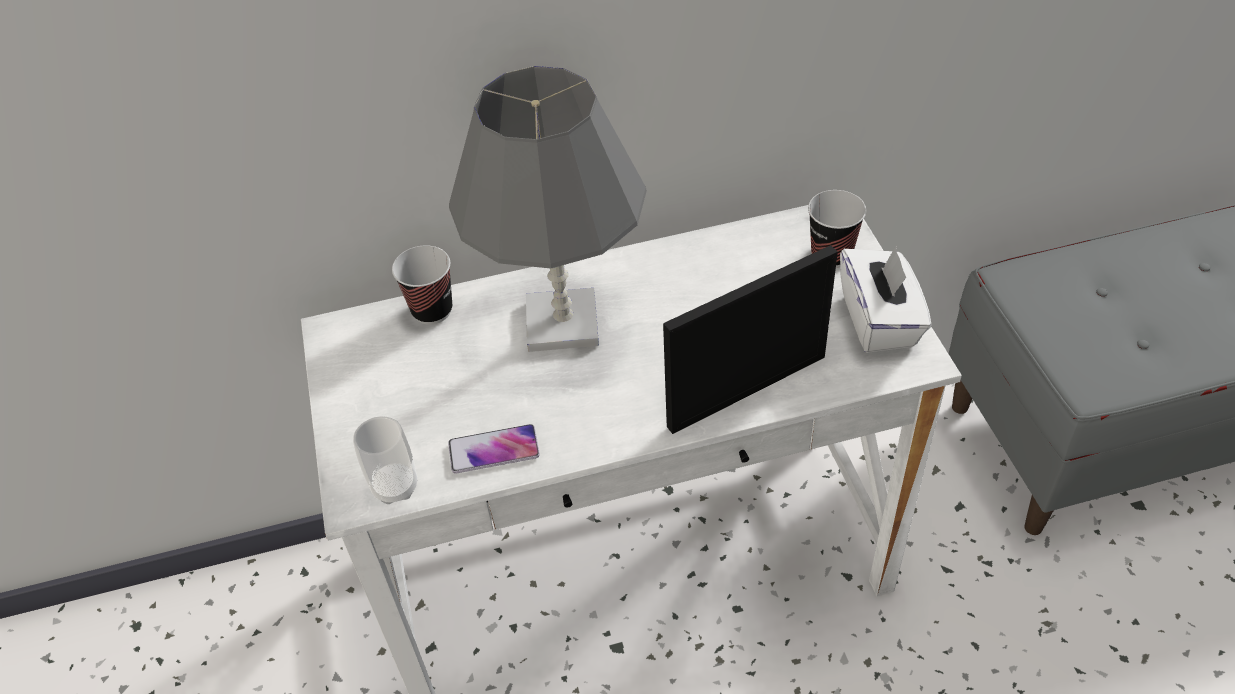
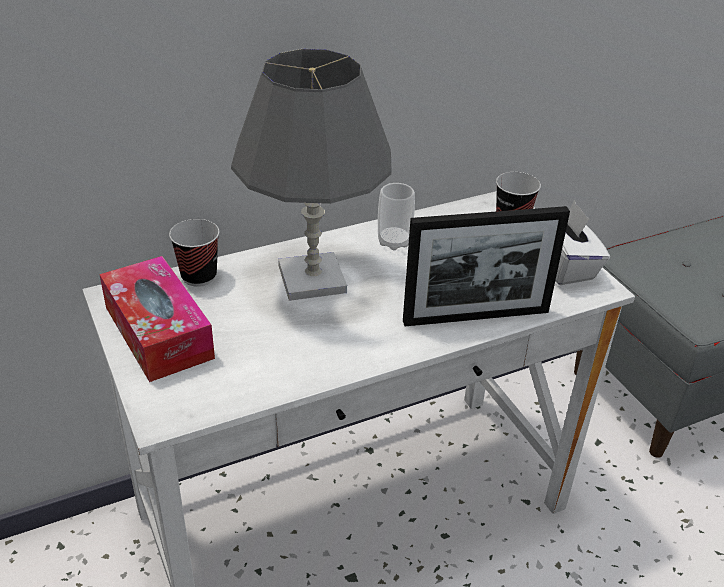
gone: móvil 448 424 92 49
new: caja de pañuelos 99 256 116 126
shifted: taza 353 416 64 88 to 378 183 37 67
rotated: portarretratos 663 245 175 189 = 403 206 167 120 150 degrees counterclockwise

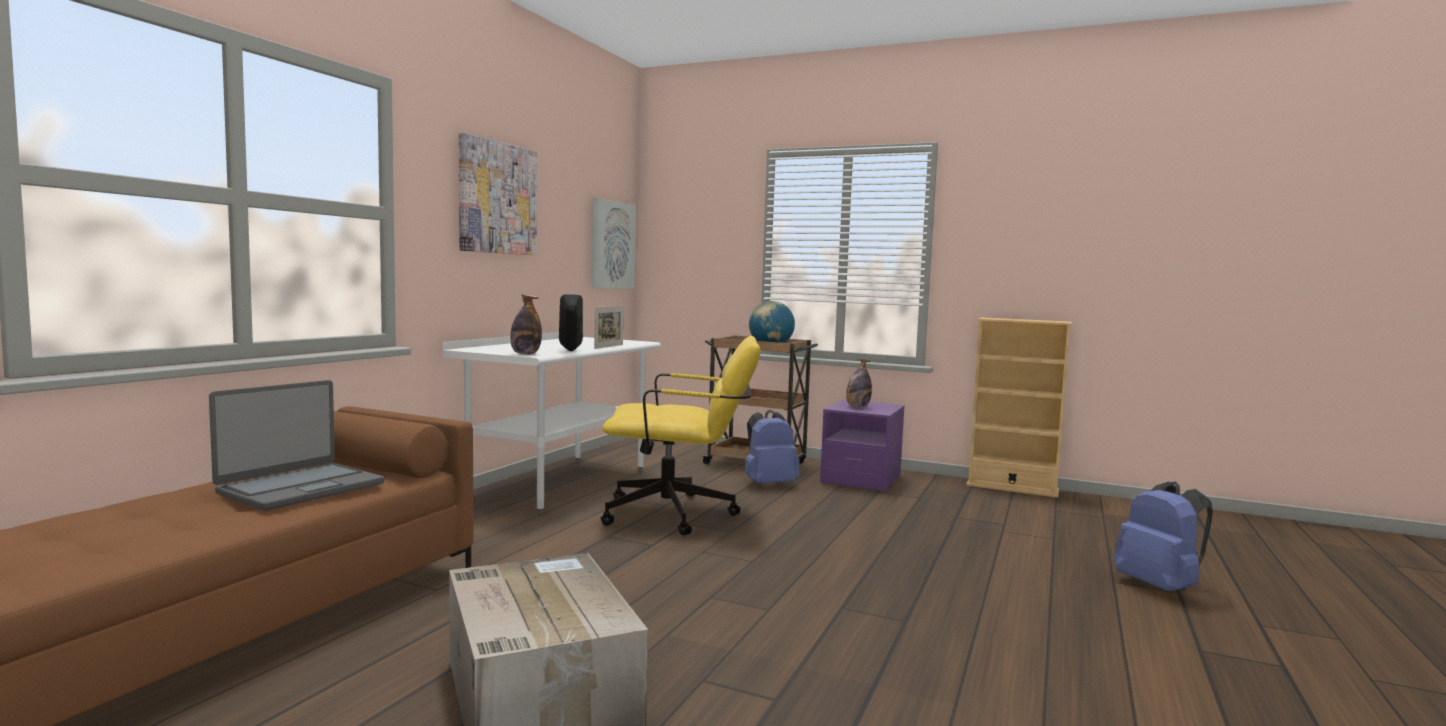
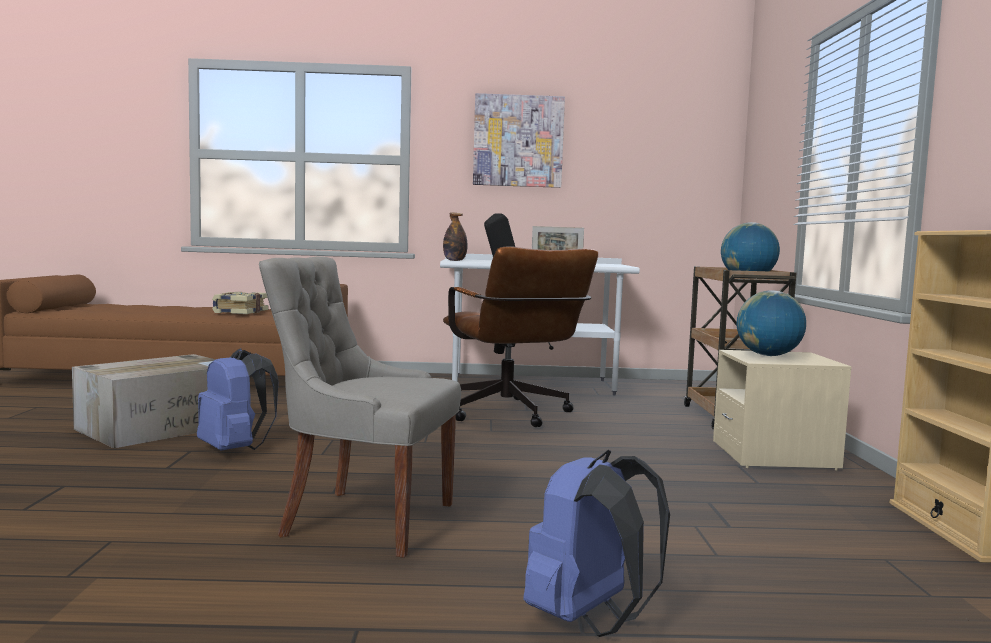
gone: cuadro 592 198 44 91
new: silla (gris) 259 256 202 302
shifted: mochila (azul) 745 410 55 73 to 197 348 82 102
swapped: botella 846 359 26 49 to globo terráqueo 737 290 69 66; portátil 209 380 175 131 to libro 212 292 56 22
repainted: silla de oficina (amarillo) 600 336 161 200 to silla de oficina (marrón) 443 246 155 181; mesita de noche (morado) 820 399 85 93 to mesita de noche (beis) 713 350 139 120

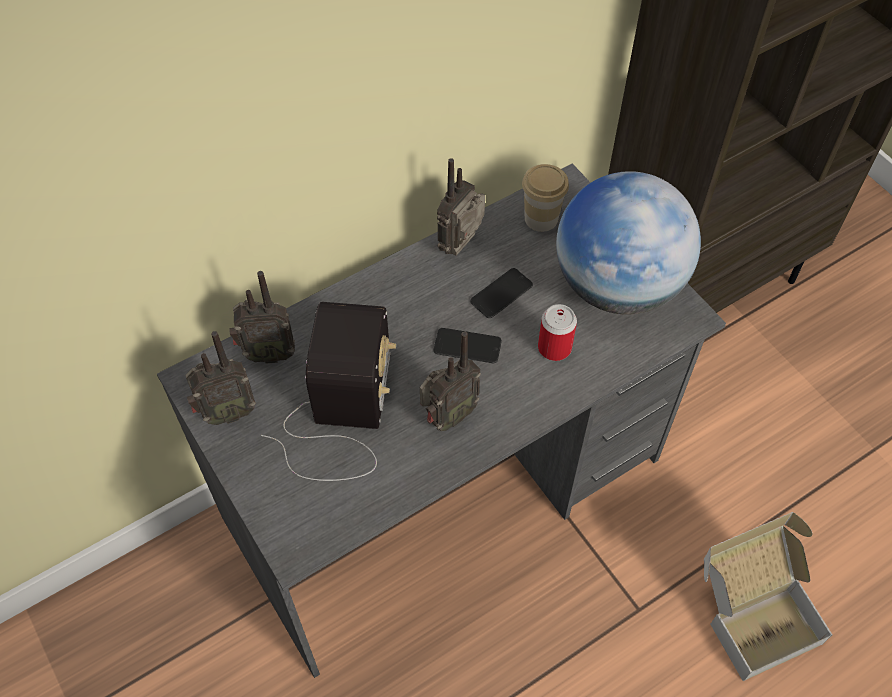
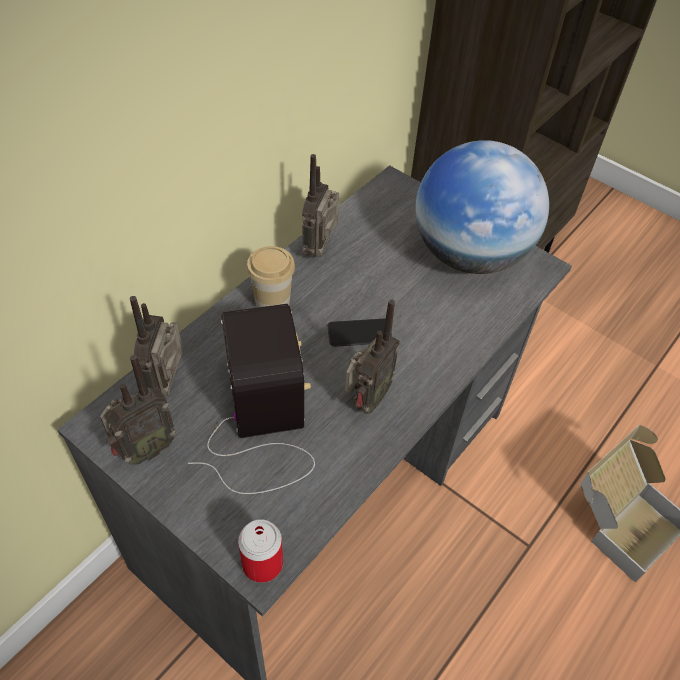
gone: móvil 470 268 63 50
shifted: taza 522 164 47 68 to 247 246 48 62; lata 538 304 39 57 to 238 519 45 64
rotated: radio 229 271 66 93 = 130 296 52 100 120 degrees clockwise

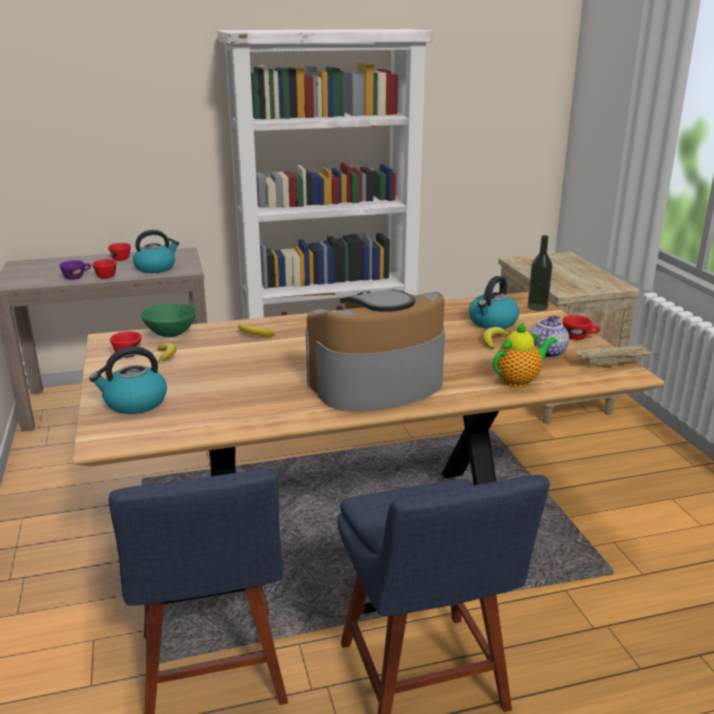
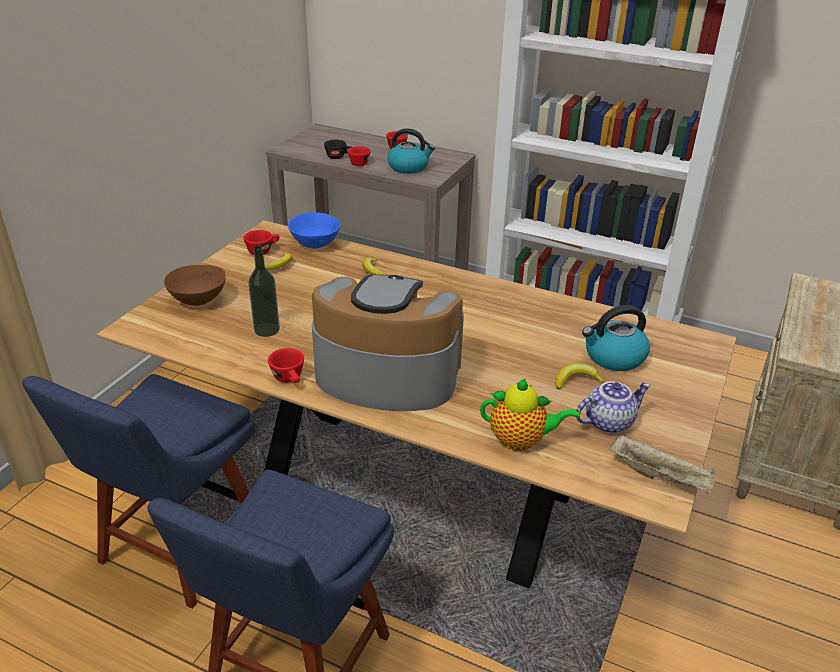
shifted: botella 528 235 24 76 to 248 245 32 92; taza (rojo) 562 315 39 25 to 268 348 36 35
swapped: hervidor 89 347 78 67 to cuenco (marrón) 164 265 62 41
repainted: taza (morado) 59 260 32 20 to taza (negro) 324 140 28 19; cuenco (verde) 141 304 56 33 to cuenco (azul) 288 212 53 37

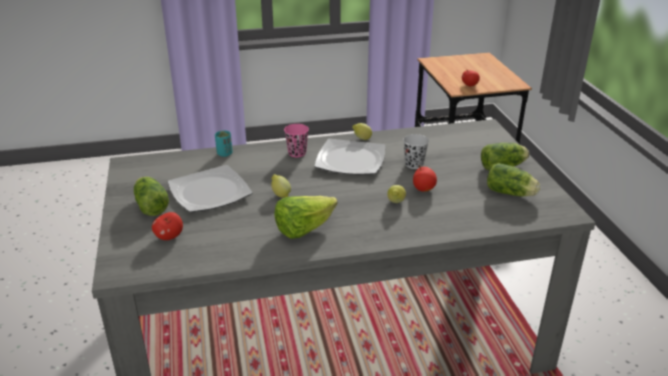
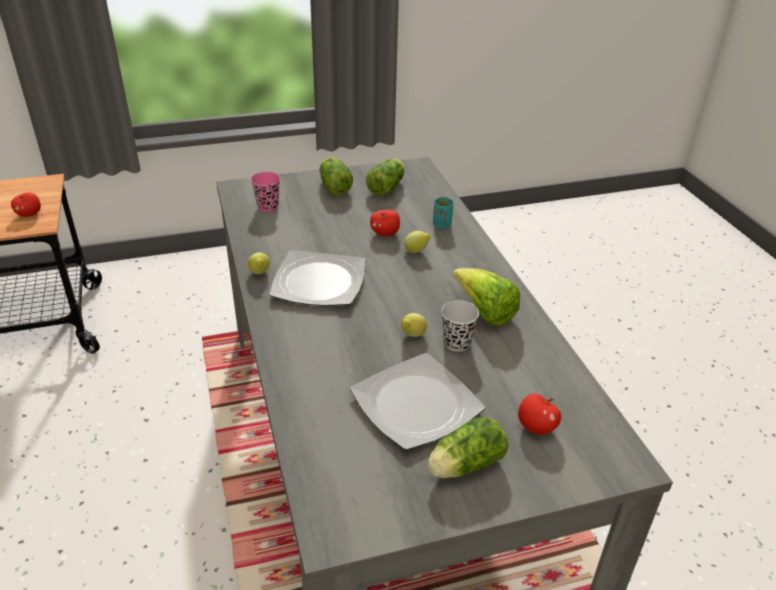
shifted: taza (rosa) 284 124 25 33 to 251 172 29 40; taza (turquesa) 215 130 18 27 to 433 197 20 32; taza (negro) 403 134 26 35 to 442 301 37 51

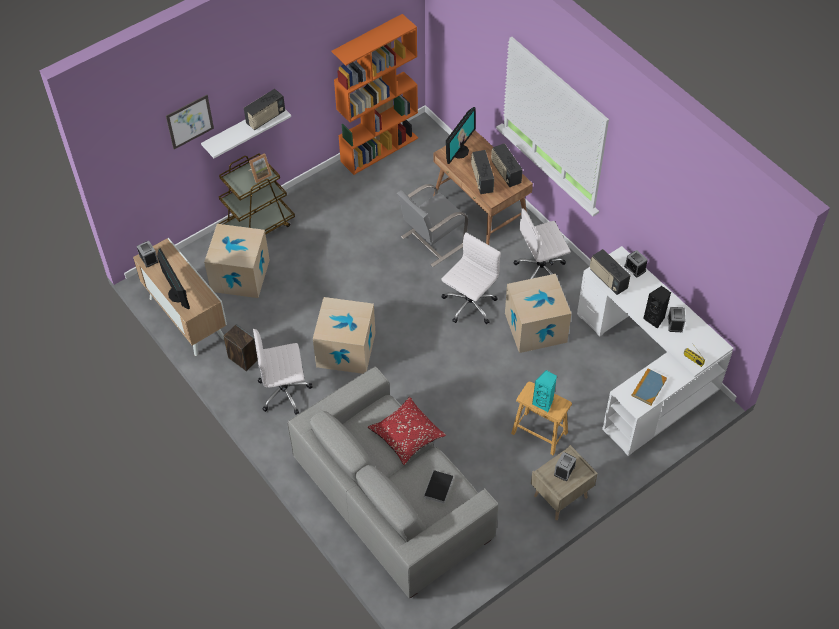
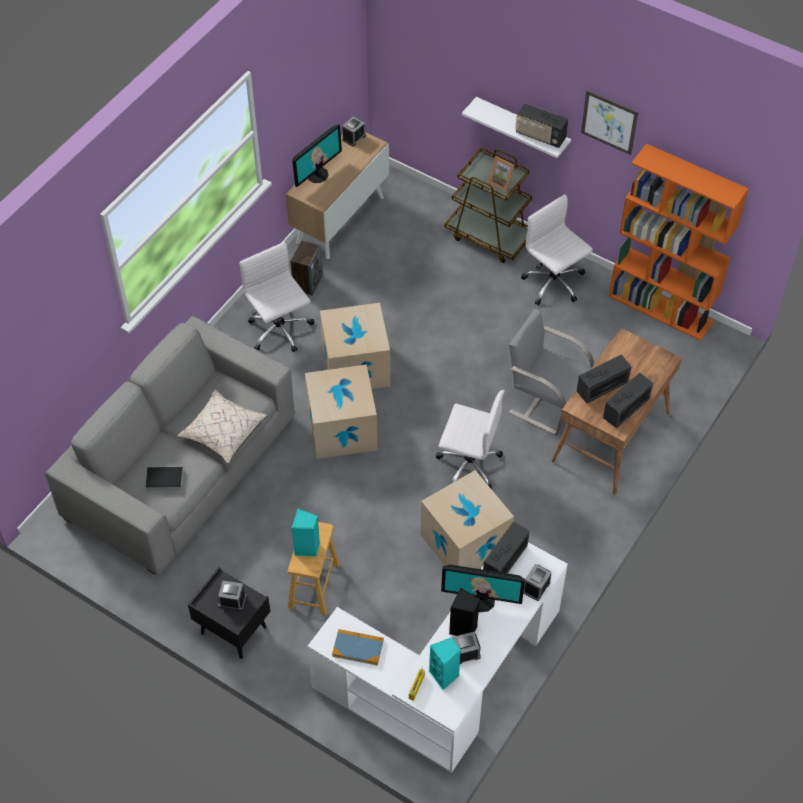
new: altavoz (turquesa) 429 637 32 53
shifted: cuadro 166 95 48 54 to 581 90 57 65; monitor 446 107 30 57 to 441 565 84 47; silla de oficina (blanco) 514 208 57 71 to 521 194 72 111; caja de cartón 204 224 66 74 to 305 364 73 95
repainted: cojín (rojo) 368 397 78 68 to cojín (beis) 177 389 91 74; mesita de noche (beis) 531 445 67 75 to mesita de noche (negro) 188 567 83 92

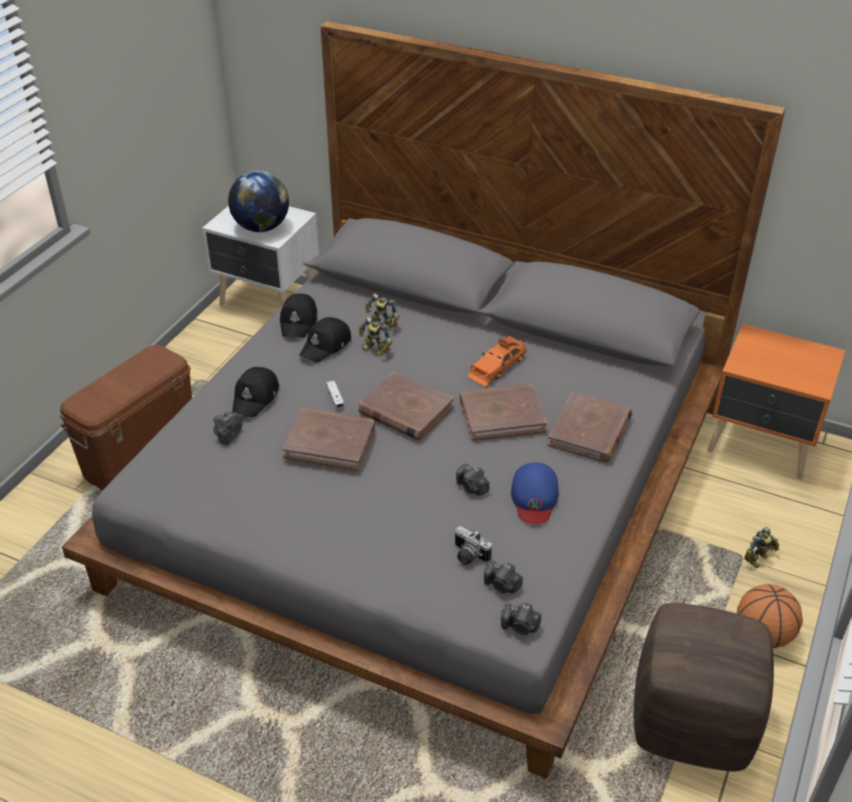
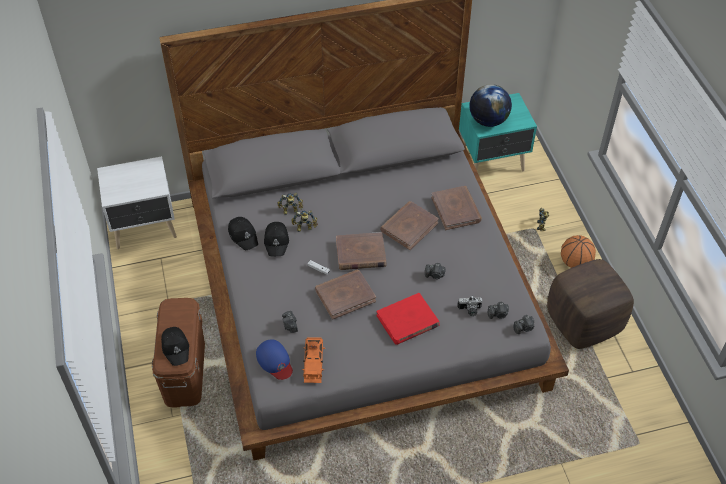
new: libro (rojo) 377 293 63 52
shifted: globo terráqueo 228 171 61 61 to 470 84 42 43; coche de juguete (naranja) 467 336 60 51 to 302 337 23 46; gorra (negro) 232 367 47 51 to 161 327 28 39; gorra (azul) 511 462 47 62 to 256 339 37 41
repainted: mesita de noche (naranja) 707 324 138 155 to mesita de noche (turquesa) 459 93 78 78

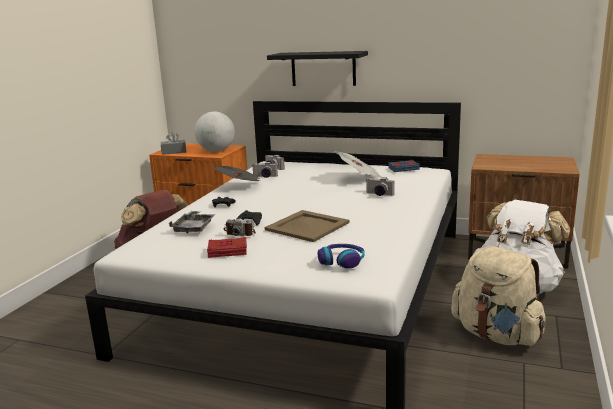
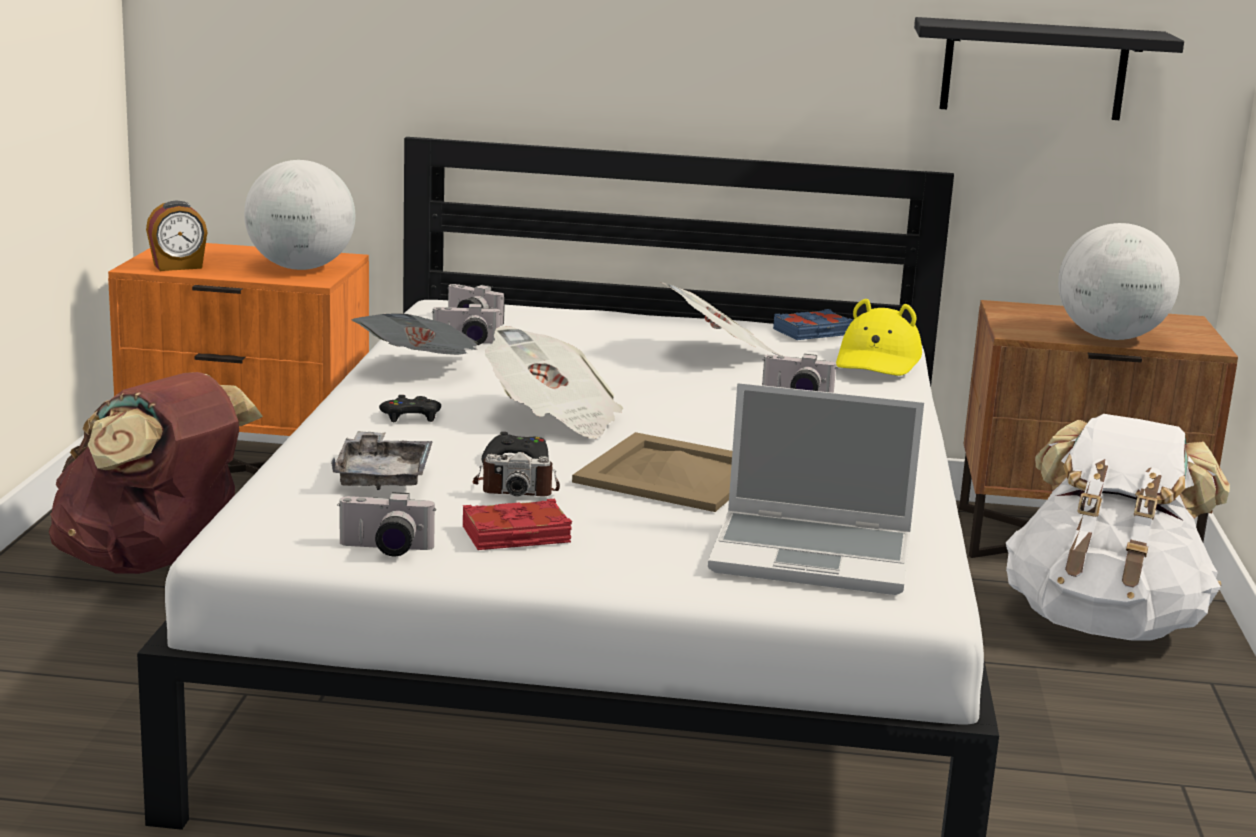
gone: mochila (beis) 451 246 95 100
new: globo terráqueo 1058 223 121 117; sombrero (amarillo) 836 299 86 77; periódico 485 326 138 113; cámara 337 492 99 64
shifted: estante (negro) 267 51 101 35 to 914 17 270 103
swapped: caja de pañuelos (gris) 161 132 25 23 to despertador 146 200 62 71; auriculares 318 244 46 24 to portátil 708 383 216 212

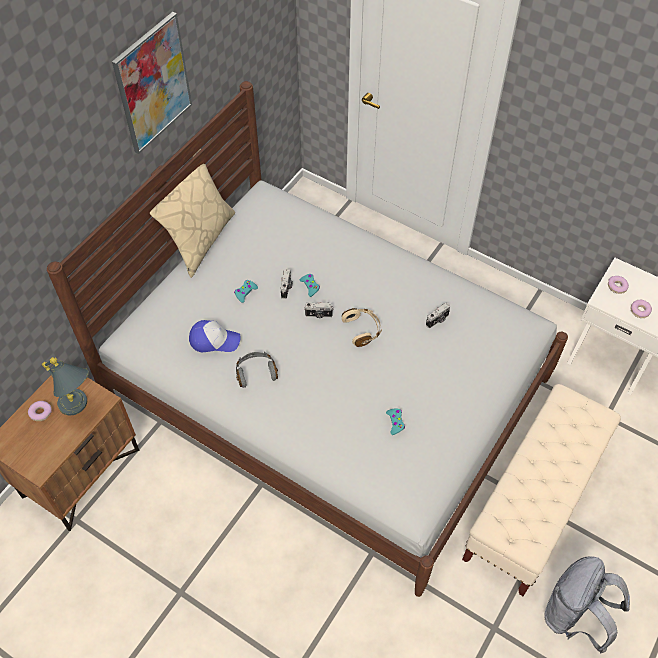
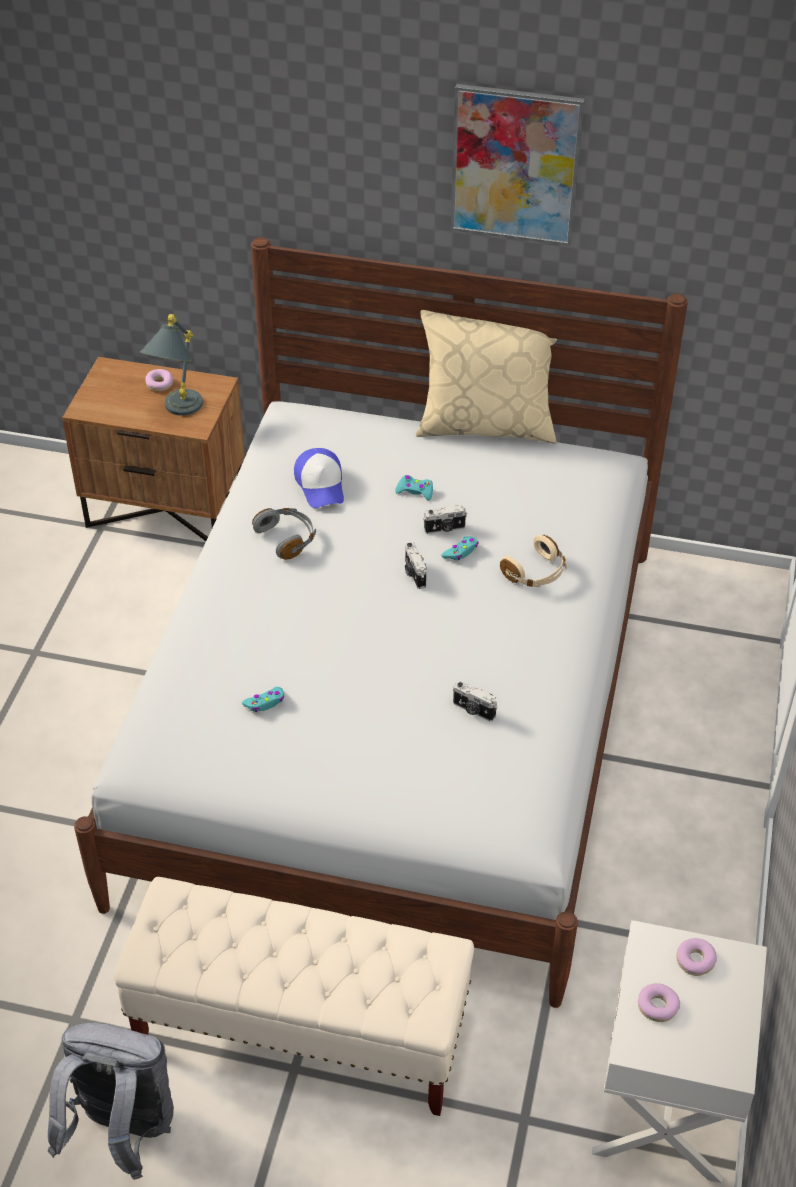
shifted: auriculares (beis) 342 308 40 39 to 500 535 67 52

